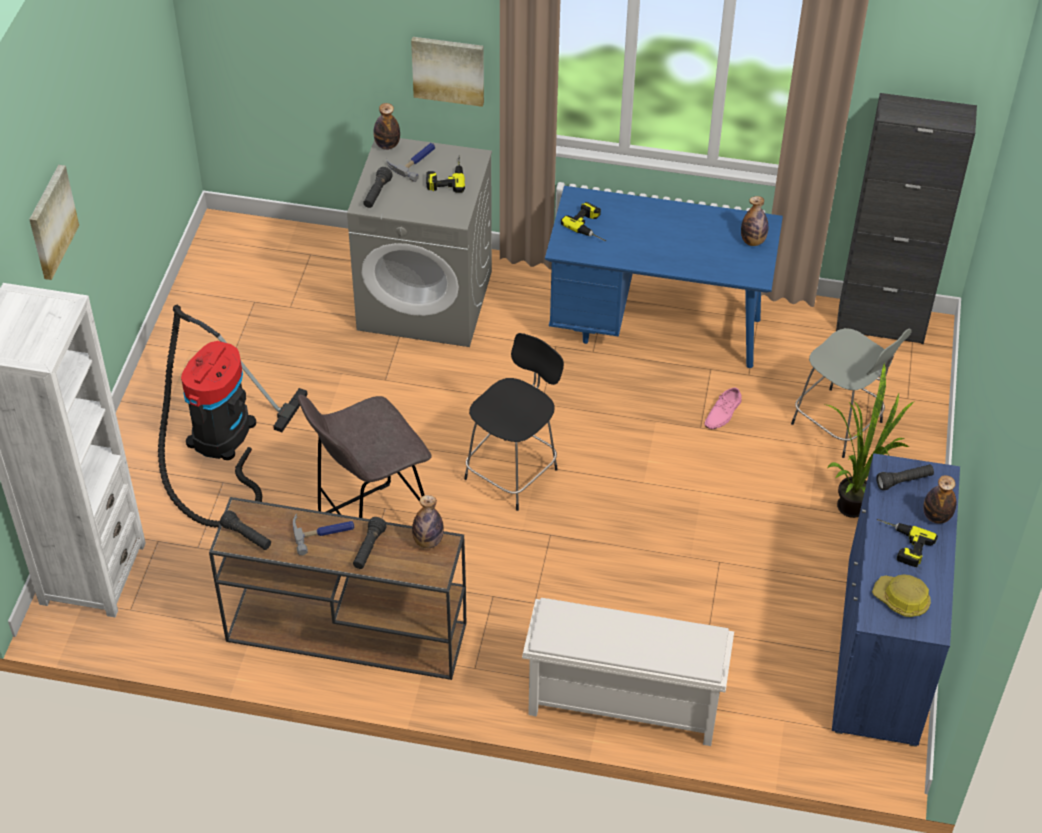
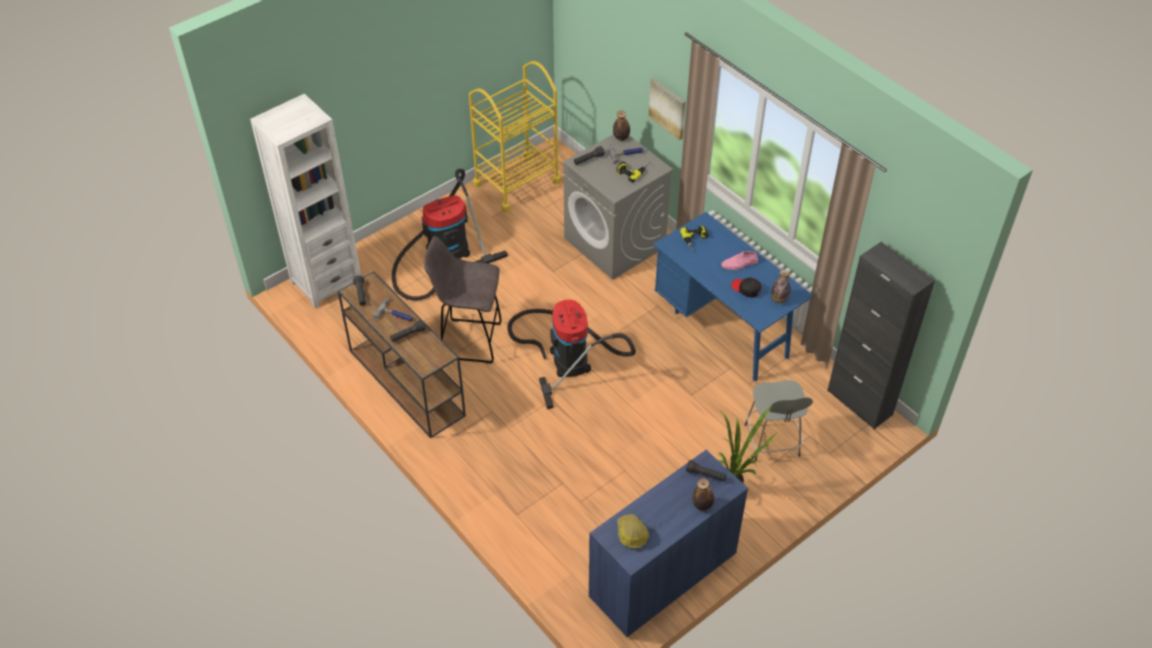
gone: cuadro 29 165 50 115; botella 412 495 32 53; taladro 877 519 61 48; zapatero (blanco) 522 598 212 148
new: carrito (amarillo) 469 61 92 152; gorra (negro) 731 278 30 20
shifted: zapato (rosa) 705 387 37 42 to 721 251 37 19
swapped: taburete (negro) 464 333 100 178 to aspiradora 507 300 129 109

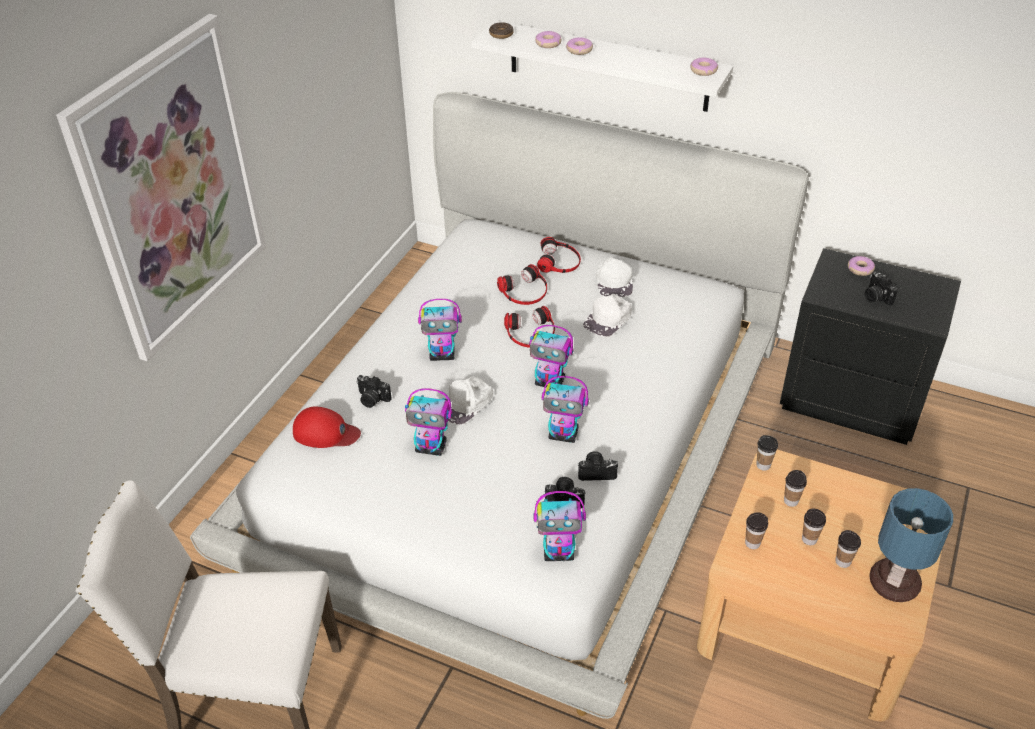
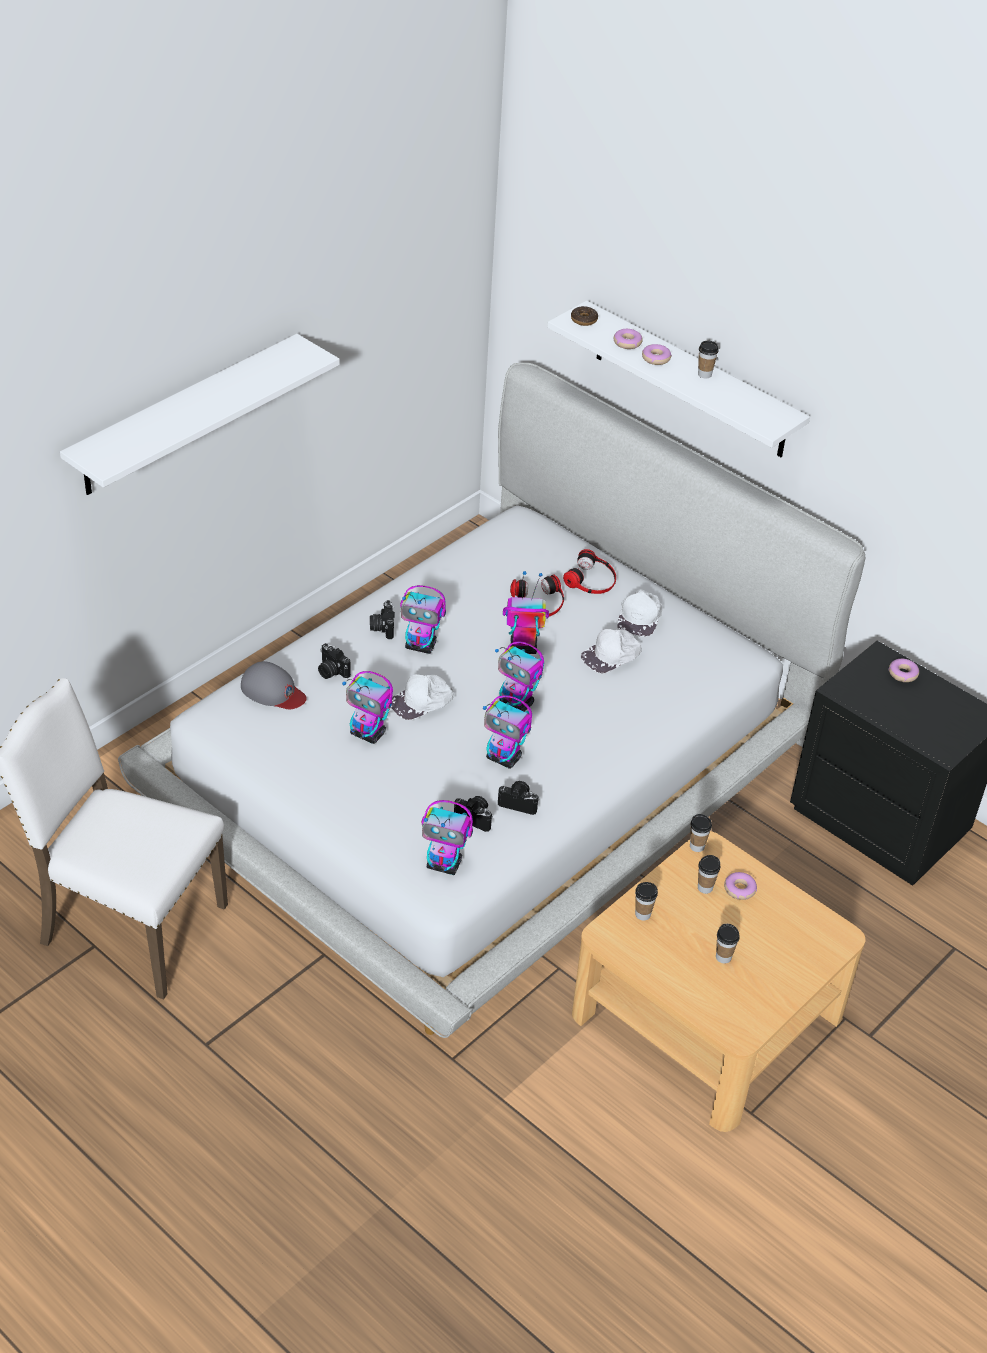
gone: lámpara de mesa 869 488 84 114
shifted: rosquilla 690 58 28 18 to 724 872 33 28; cámara 865 271 33 35 to 370 600 25 39; taza 802 509 24 36 to 698 341 21 38
swapped: cuadro 56 14 210 347 to estante (blanco) 60 334 280 161; auriculares 504 306 51 41 to robot de juguete 503 571 46 83
repainted: gorra (rojo) 293 407 68 41 to gorra (gris) 241 661 66 48

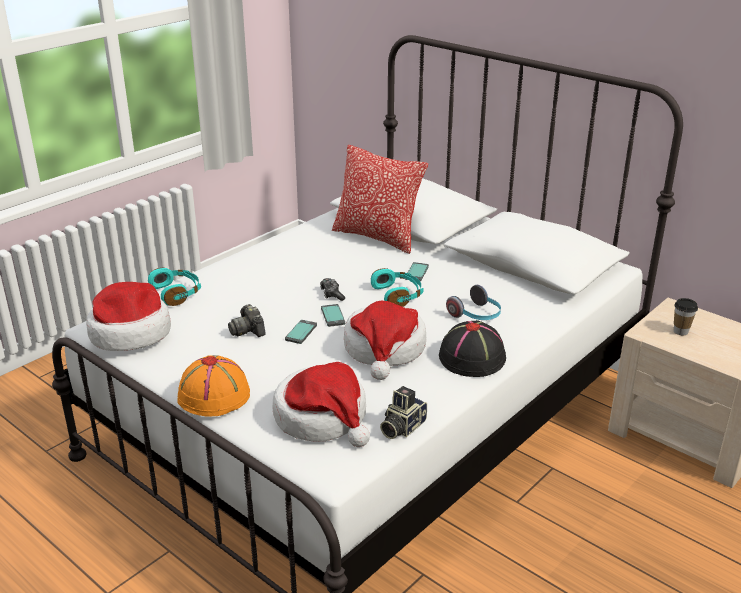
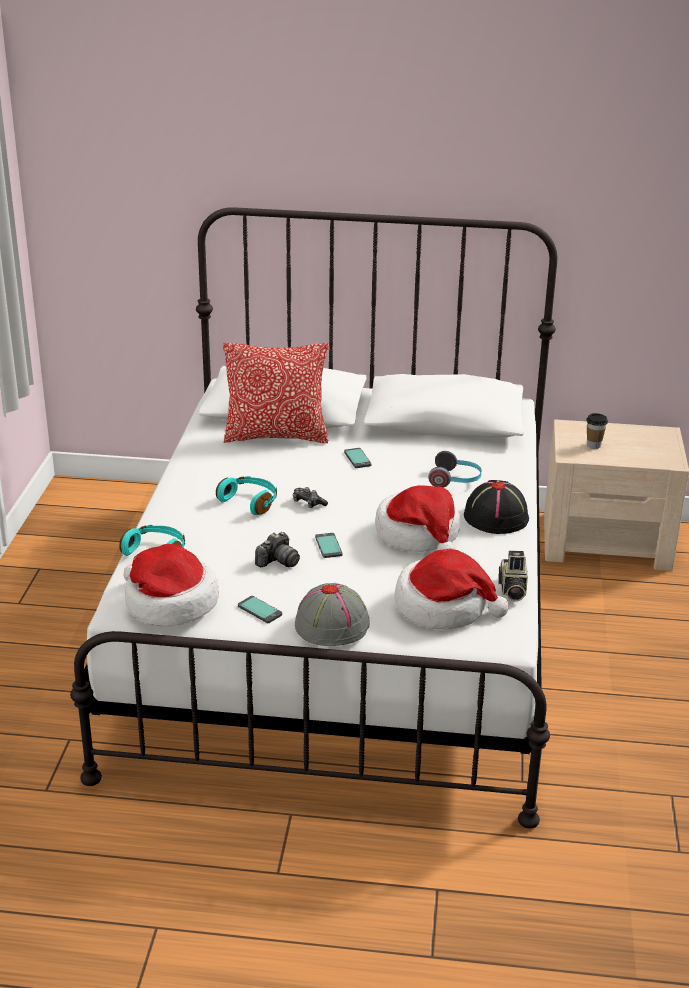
shifted: auriculares (turquesa) 371 268 52 39 to 216 476 61 39; móvil 321 304 24 23 to 238 596 44 27
repainted: sombrero (naranja) 178 355 72 62 to sombrero (gris) 295 583 75 63
rotated: cámara 228 304 38 33 = 255 532 45 35 75 degrees counterclockwise

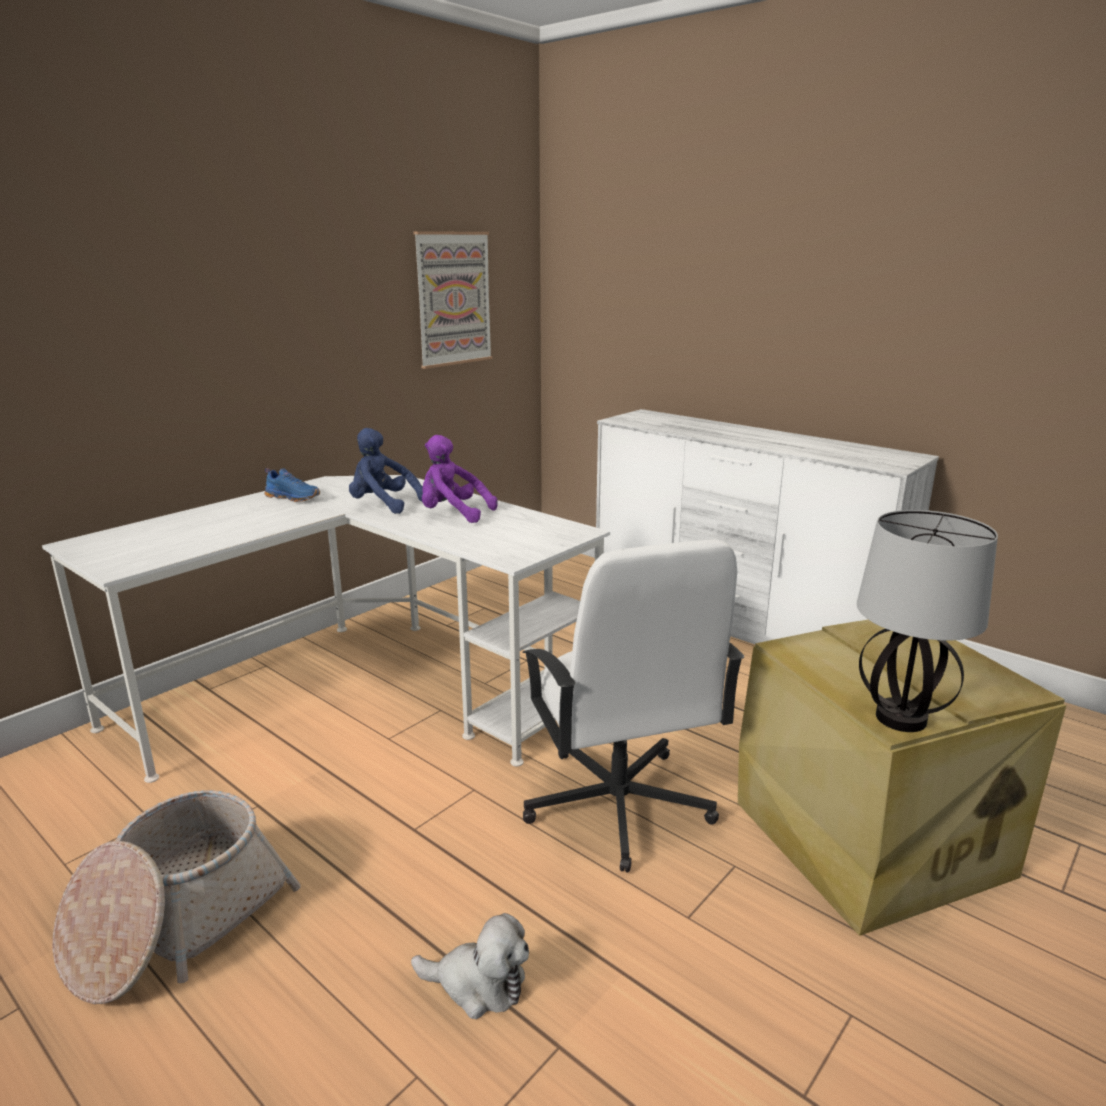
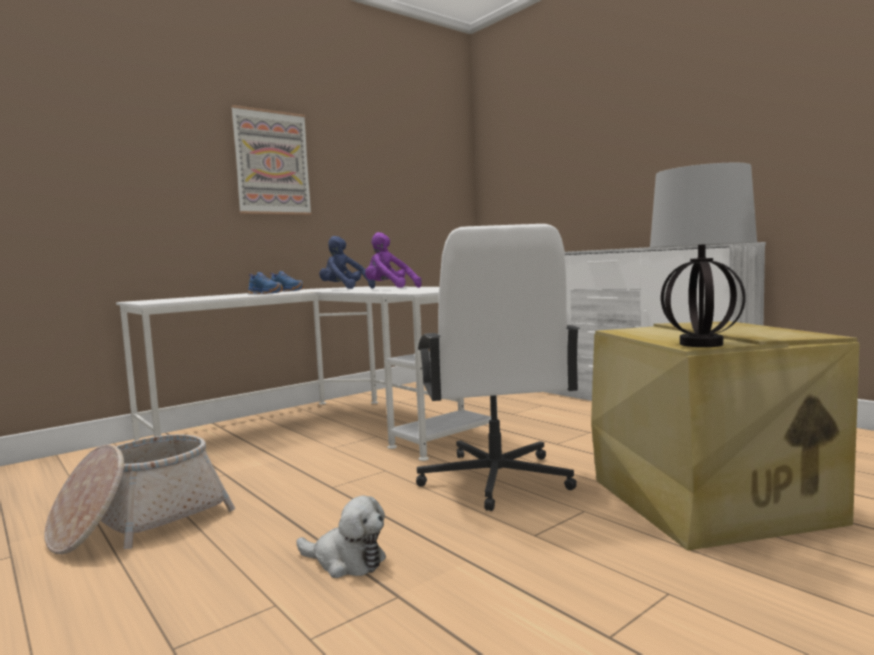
new: zapato (azul) 248 272 35 22
shifted: cuadro 414 231 78 138 to 231 105 81 110

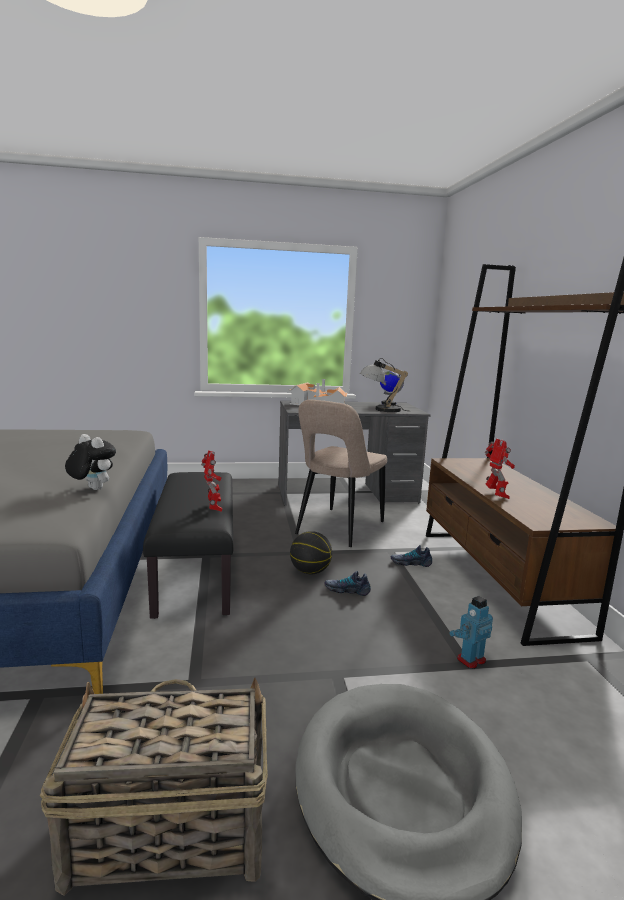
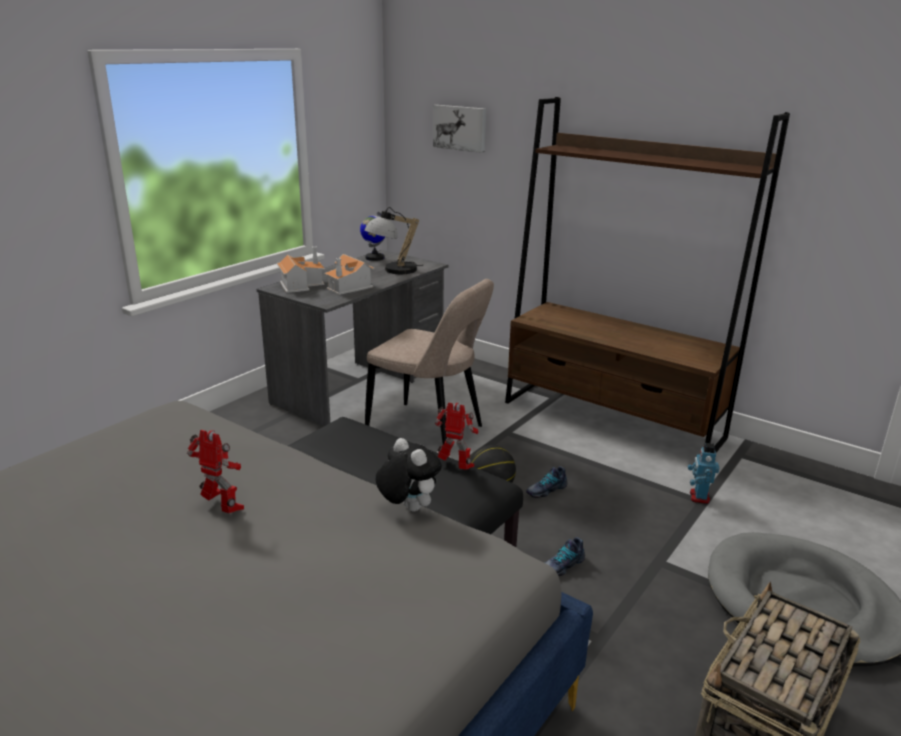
new: cuadro 433 105 53 48
shifted: robot de juguete 485 438 30 61 to 187 430 57 83; zapato 391 545 41 22 to 545 537 40 39
rotated: silla (beis) 295 399 92 148 = 365 279 129 165 45 degrees counterclockwise; peluche 65 434 51 56 = 375 438 67 74 60 degrees clockwise

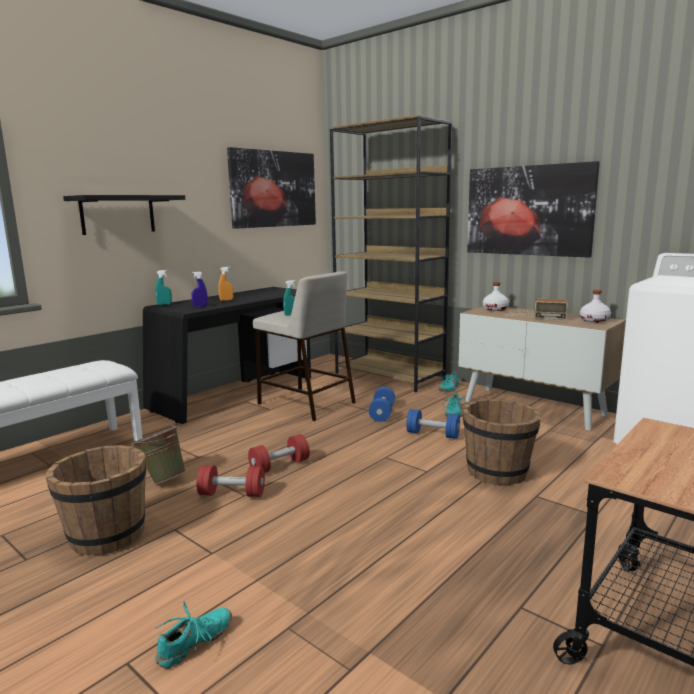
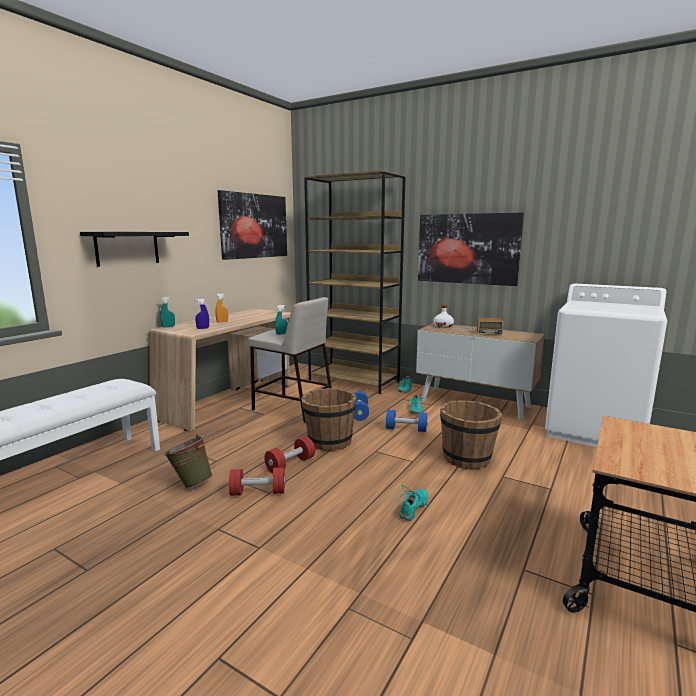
gone: botella (blanco) 580 290 31 33
shifted: cubo (marrón) 46 445 101 111 to 301 388 56 63; zapato (turquesa) 155 601 77 68 to 398 485 30 36
repainted: escritorio (negro) 143 287 168 137 to escritorio (beis) 149 309 142 122

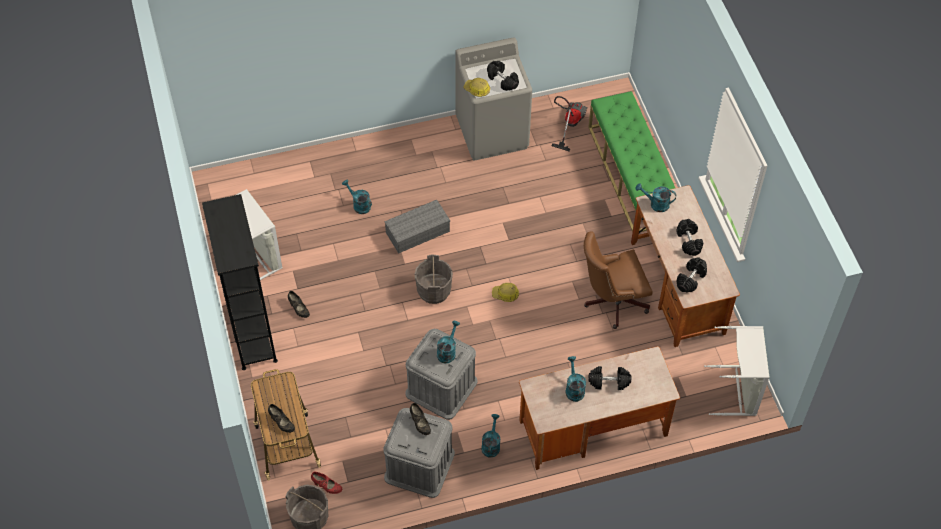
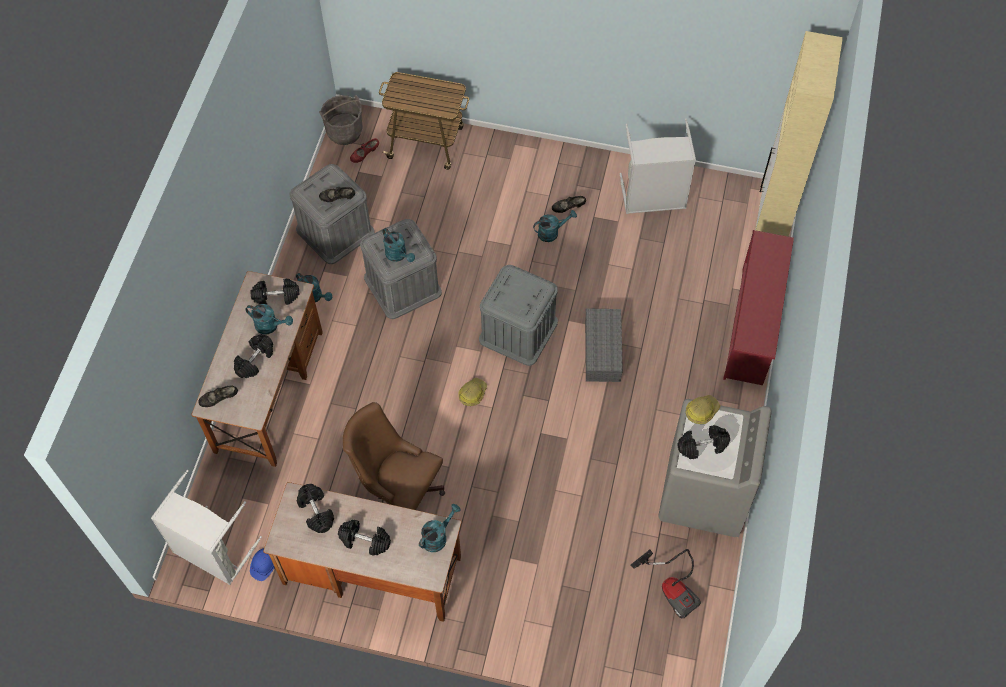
gone: banco (verde) 588 91 87 141; estantería (negro) 202 194 76 176
new: armario (beis) 755 31 88 205; zapatero (rojo) 723 230 71 155; mancuerna (negro) 250 279 49 26; casco (azul) 250 548 25 33
shifted: regadera (turquesa) 342 180 30 34 to 533 210 44 32; zapato (negro) 268 404 27 29 to 198 385 40 22
swapped: cubo (gris) 414 254 39 50 to caja de almacenaje (gris) 479 265 79 101
rotated: silla de oficina (marrón) 584 231 69 98 = 343 402 102 108 75 degrees counterclockwise

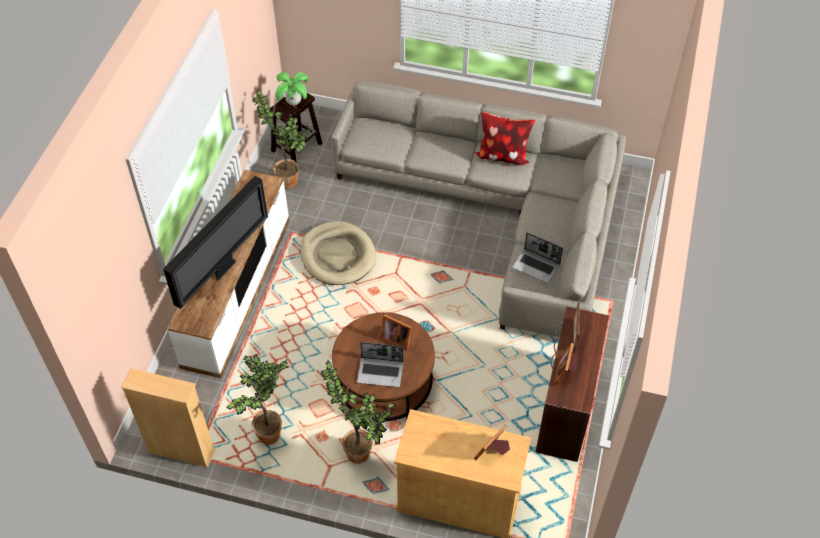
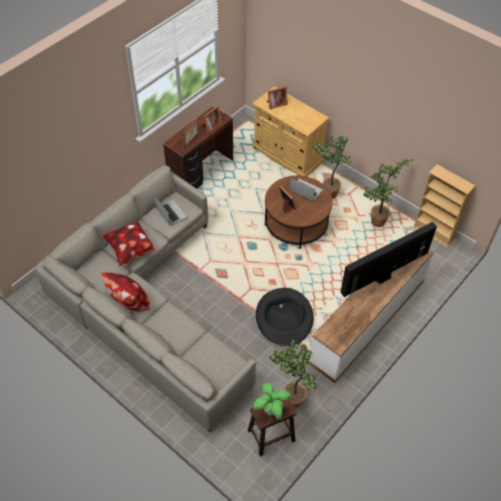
new: cojín 102 221 52 45
repainted: cama para perro (beis) 300 221 76 64 to cama para perro (negro) 256 288 58 58

